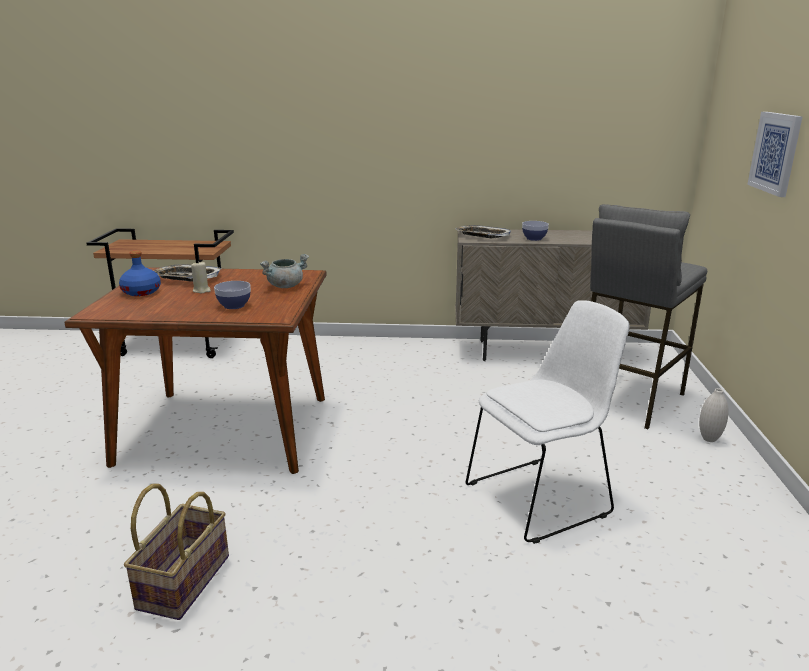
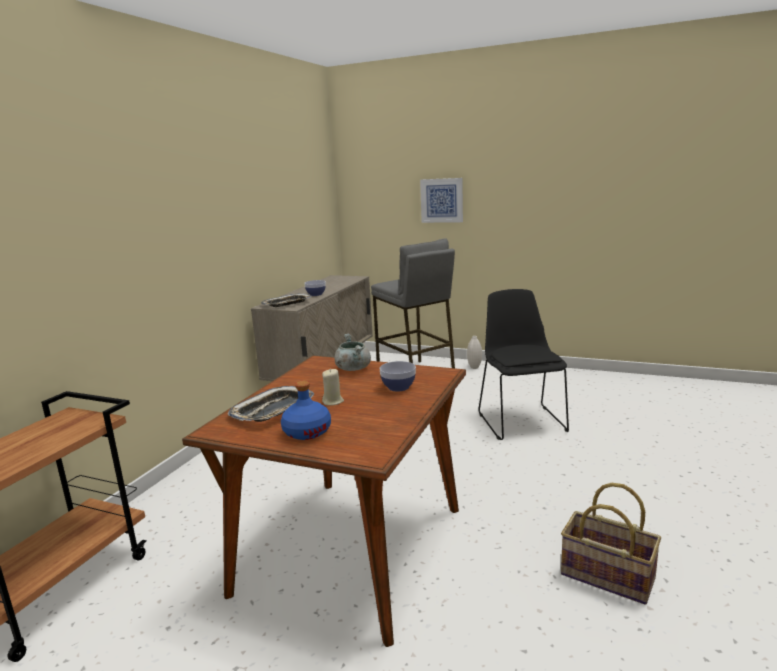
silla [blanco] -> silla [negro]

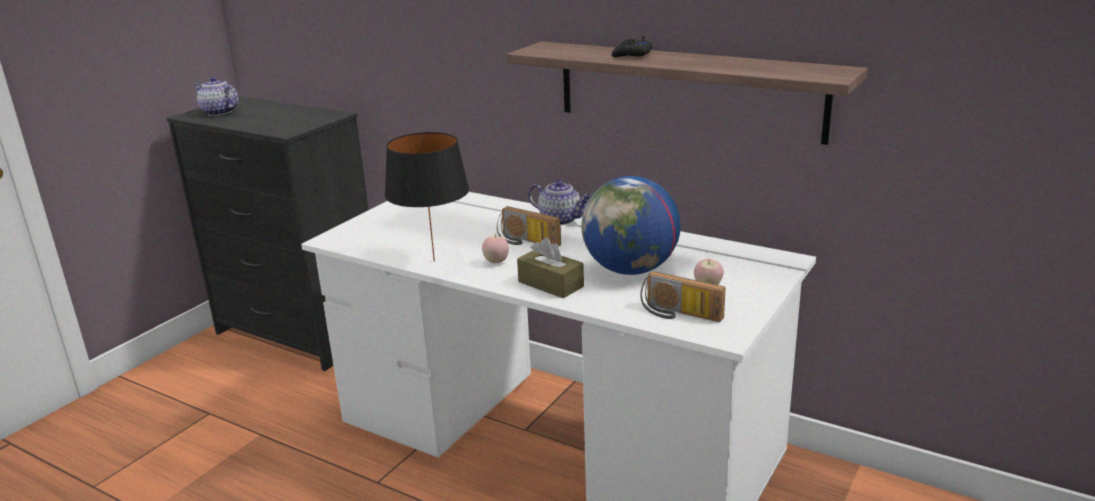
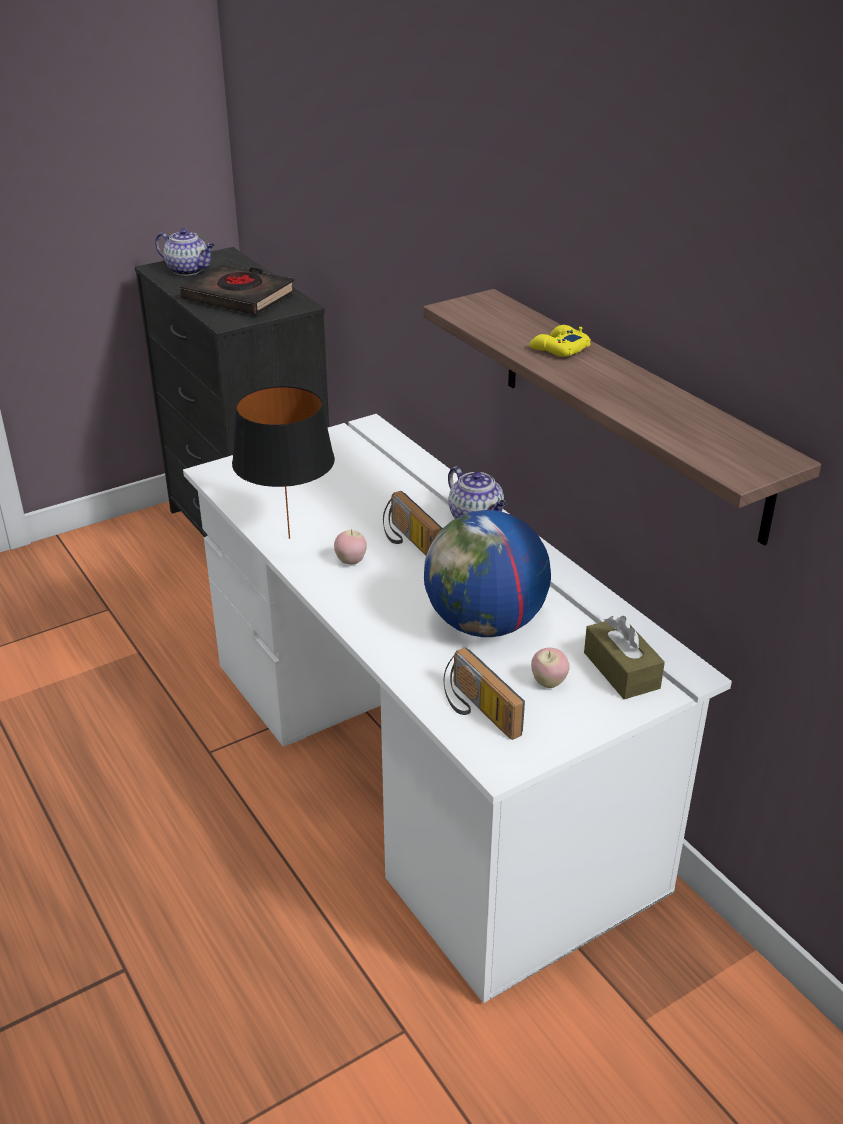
tetera (1st from left), 150 degrees clockwise
none -> libro [negro]
mando de consola [negro] -> mando de consola [amarillo]
caja de pañuelos [marrón], moved

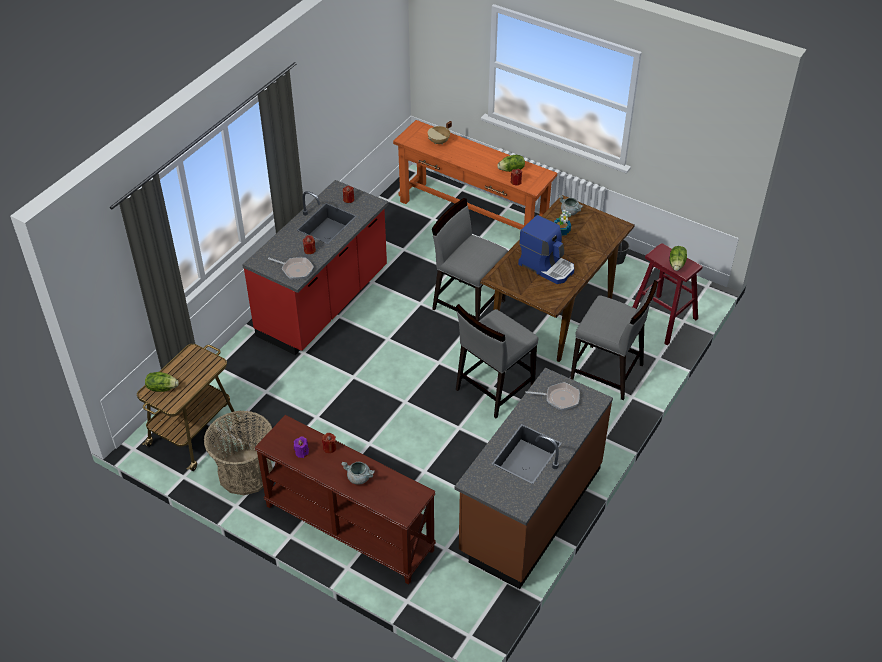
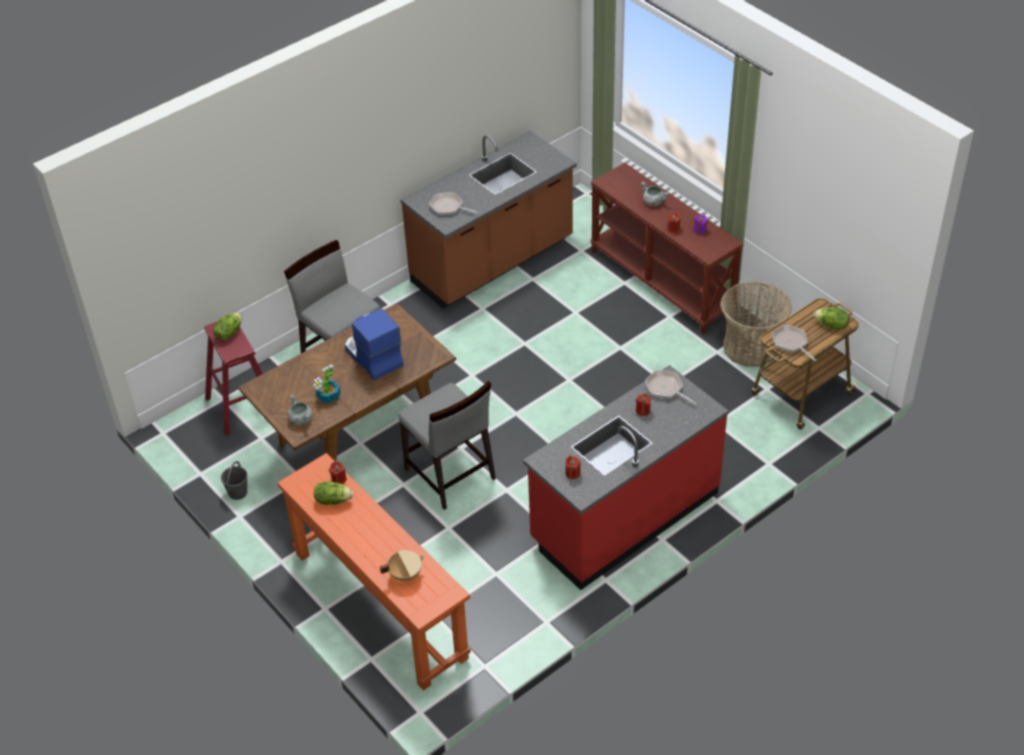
none -> sartén (3rd from left)
silla [gris] (2nd from left) -> none

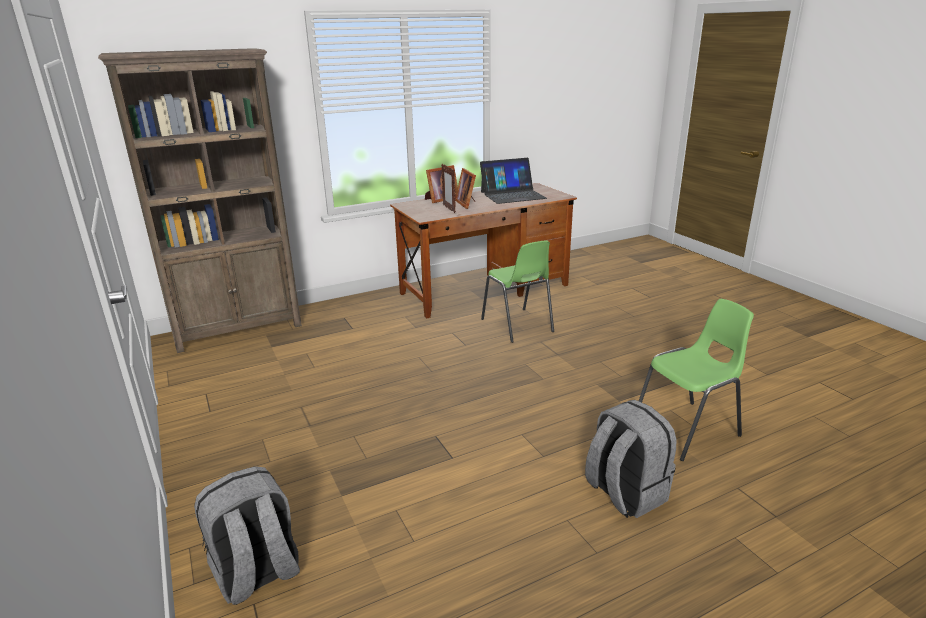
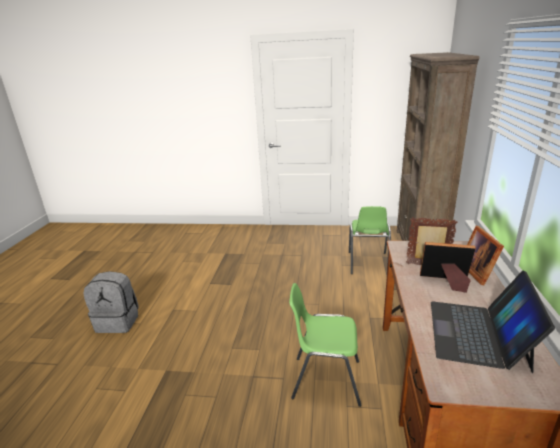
silla [verde] (2nd from left), moved
mochila [gris] (1st from left) -> none

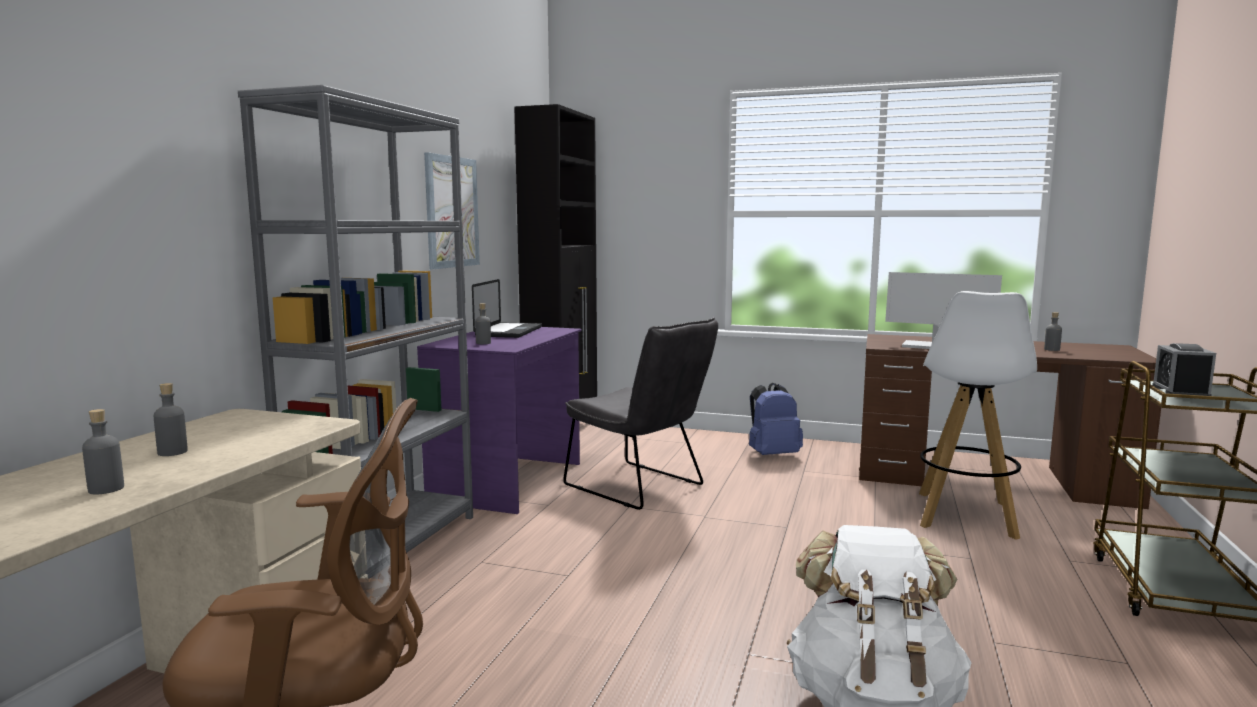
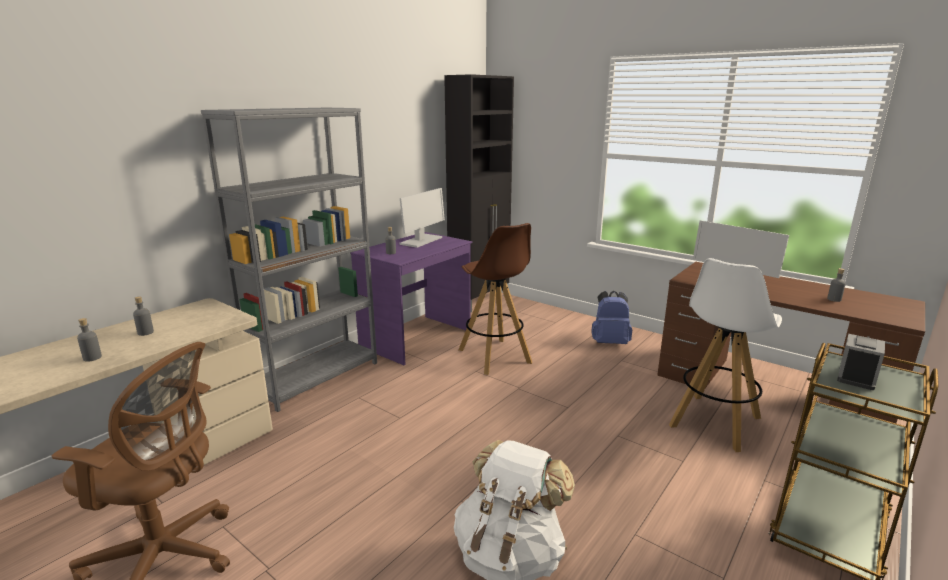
portátil -> monitor (1st from left)
silla [gris] -> taburete [marrón]
cuadro -> none

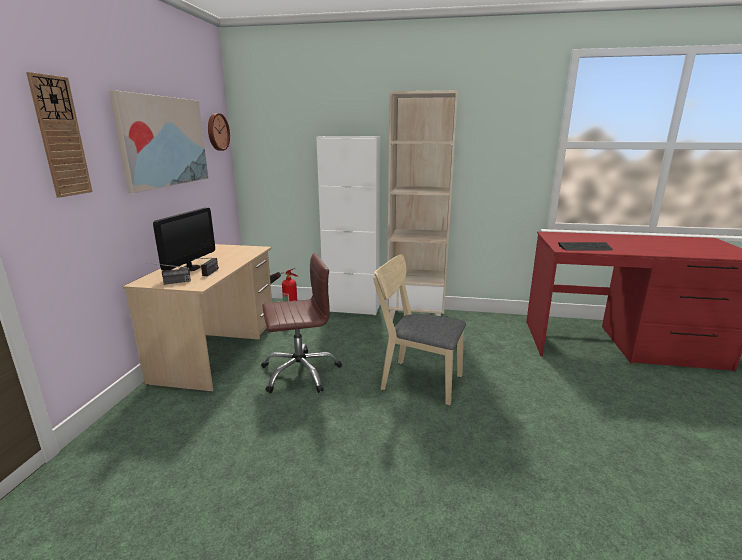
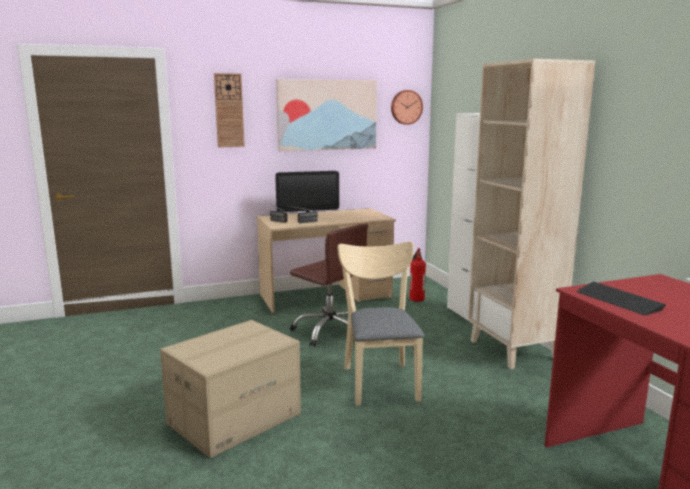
none -> caja de cartón

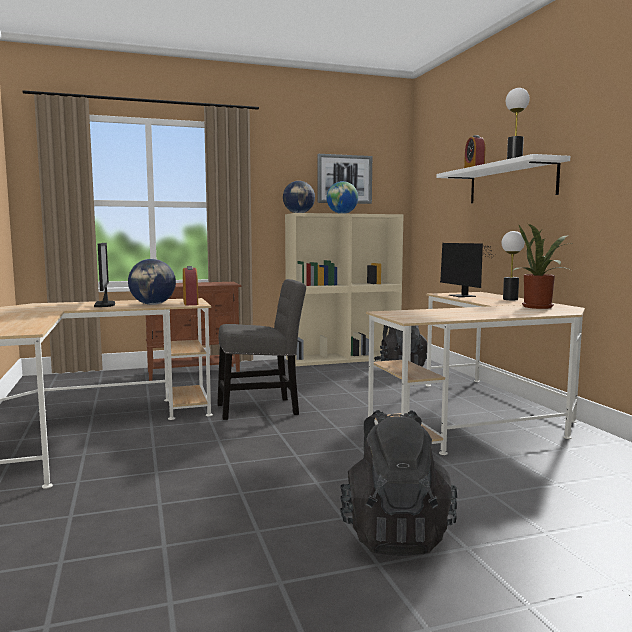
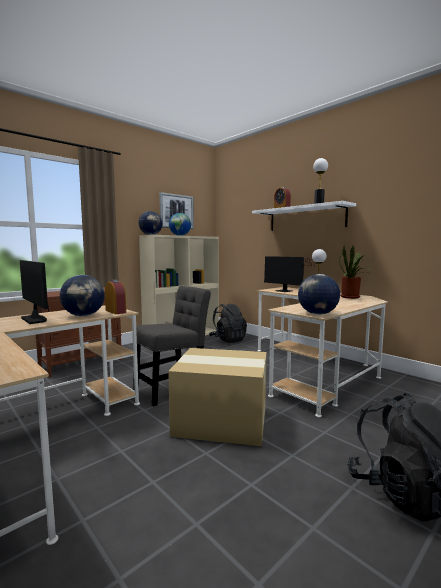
none -> caja de cartón
none -> globo terráqueo (4th from left)

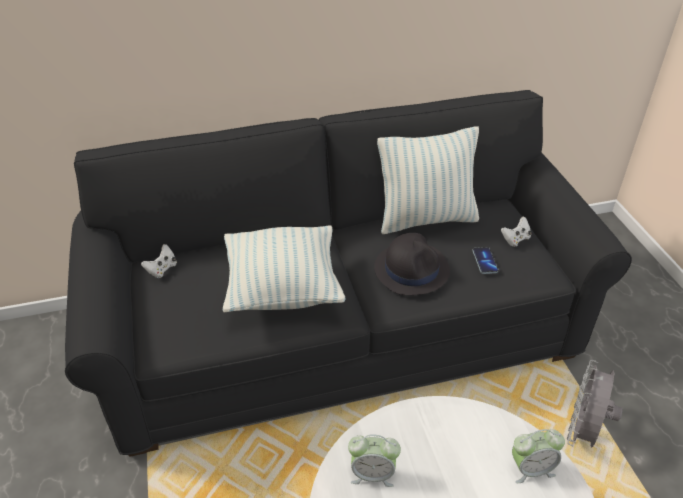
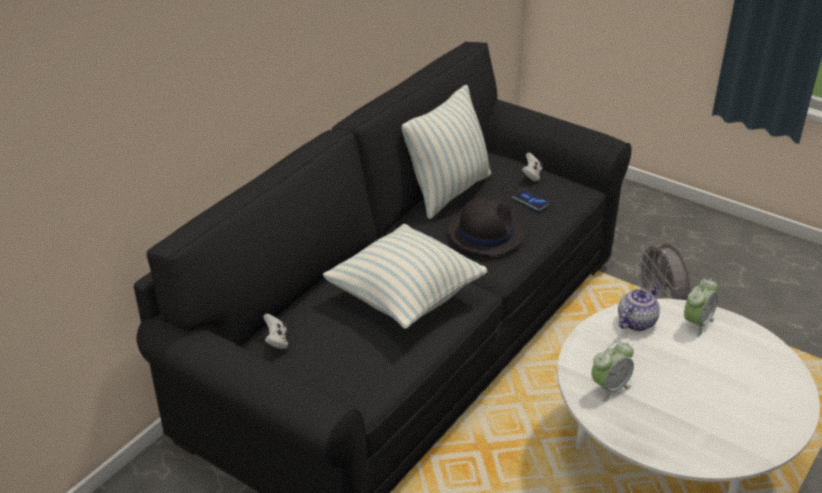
none -> tetera

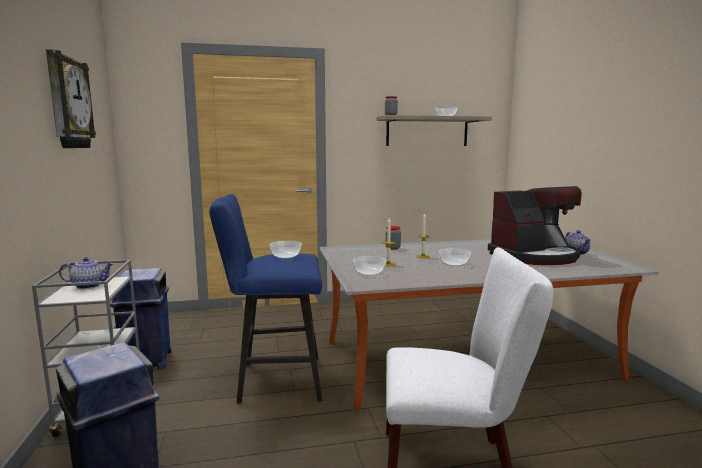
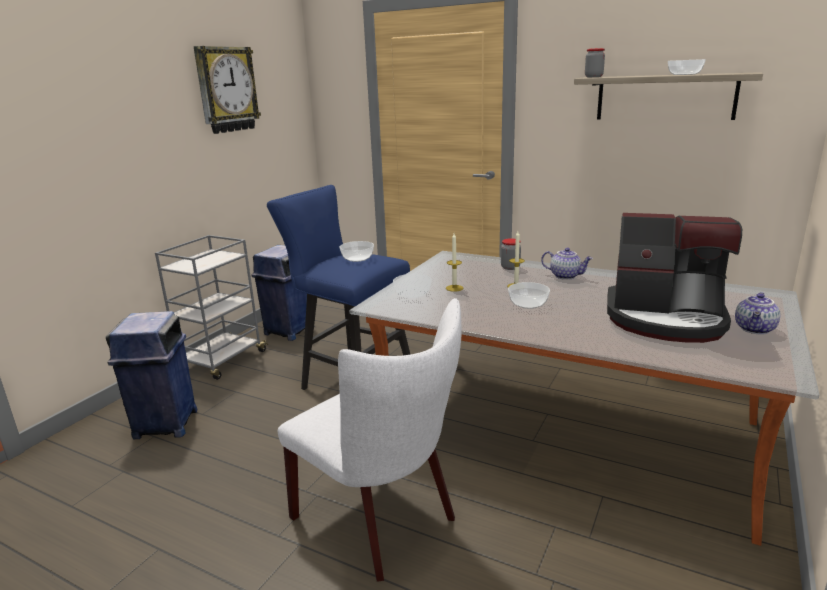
tetera (1st from left), moved

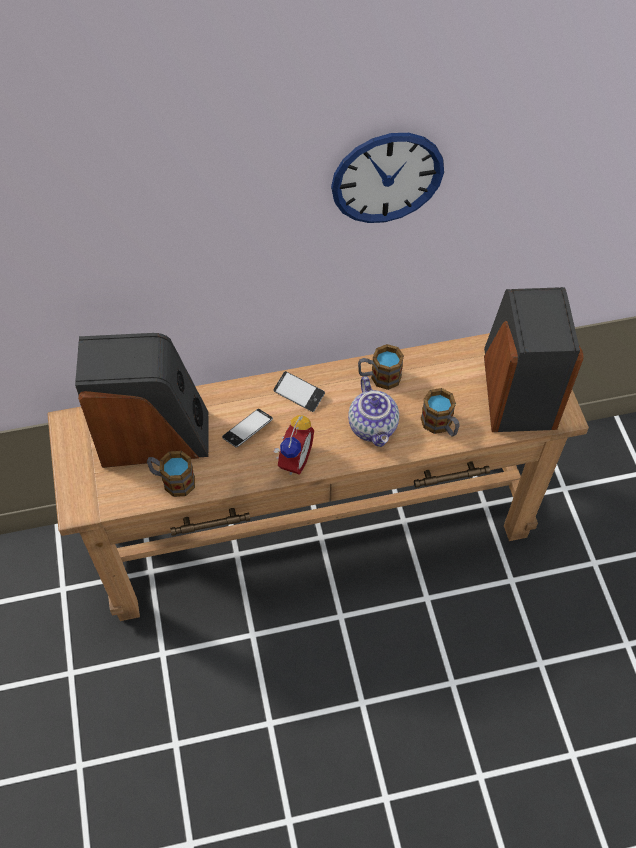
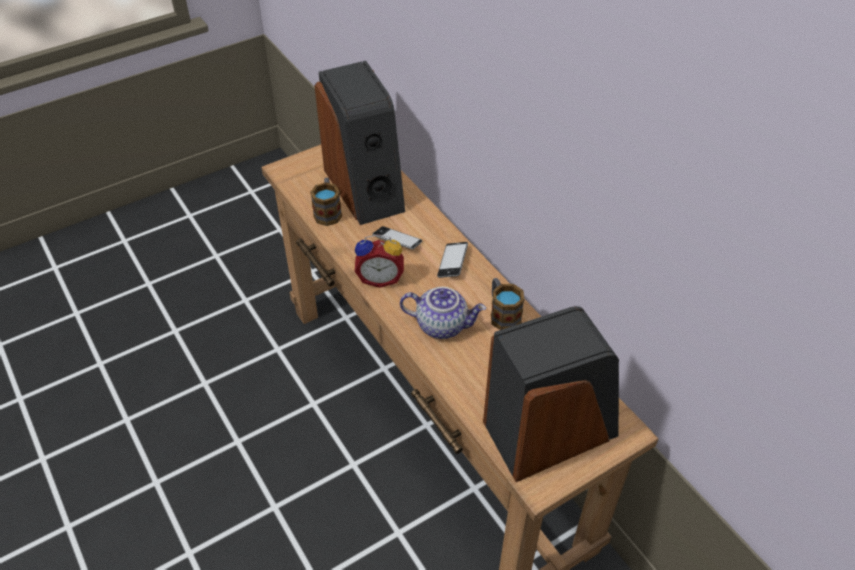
tetera, 135 degrees counterclockwise
reloj de pared -> none
taza grande (3rd from left) -> none

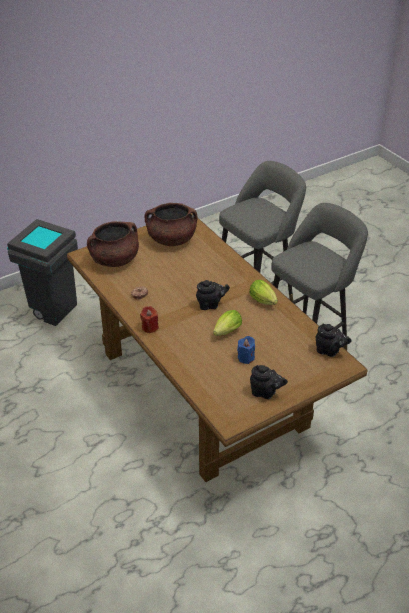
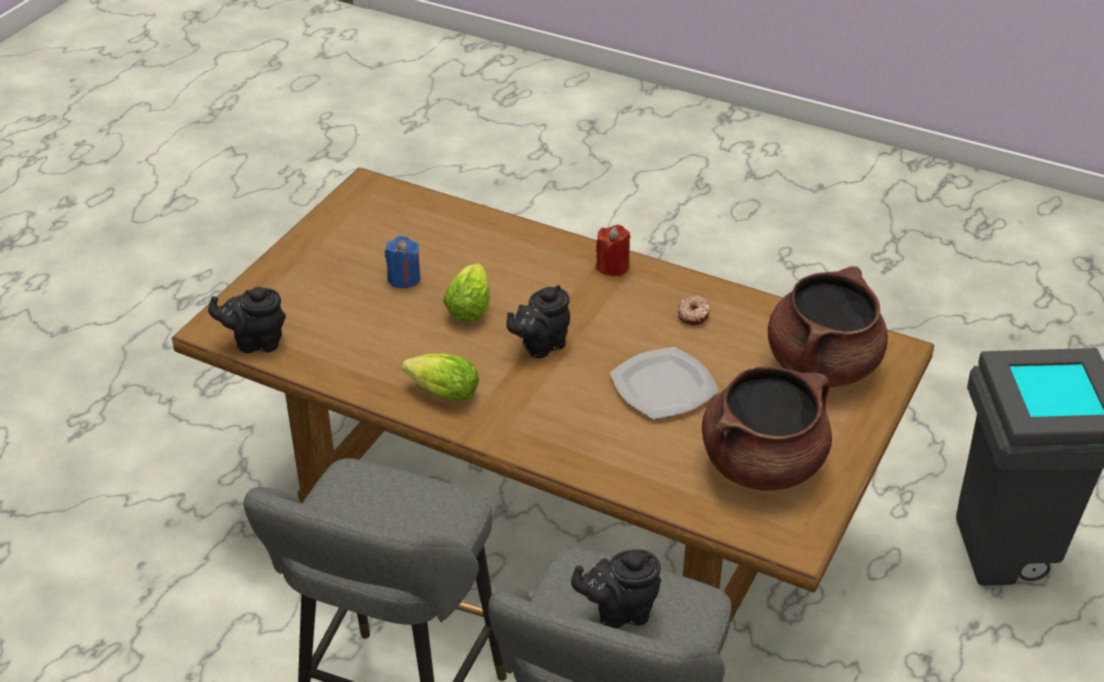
tetera [negro] (2nd from left in the first image) -> tetera [negro] (3rd from left), moved
none -> plato

